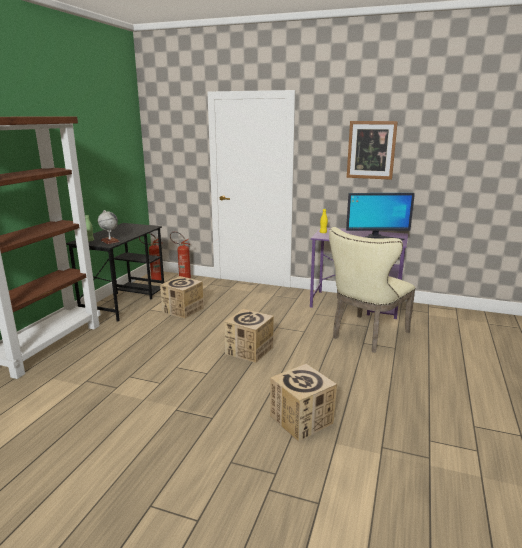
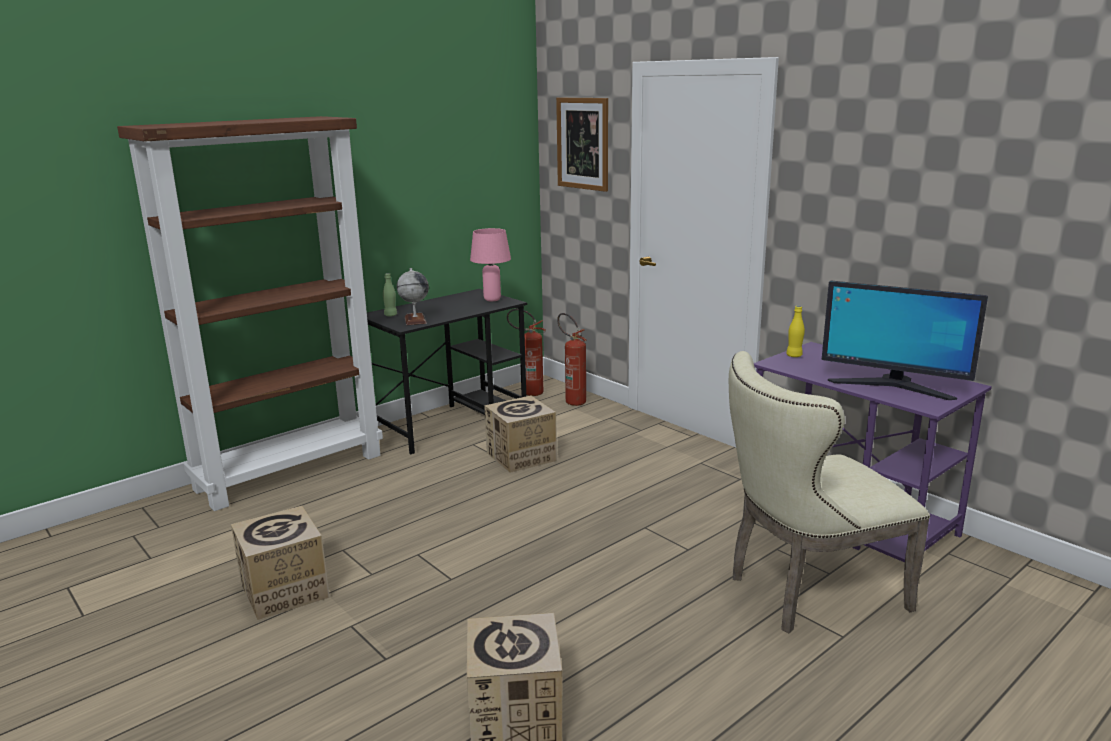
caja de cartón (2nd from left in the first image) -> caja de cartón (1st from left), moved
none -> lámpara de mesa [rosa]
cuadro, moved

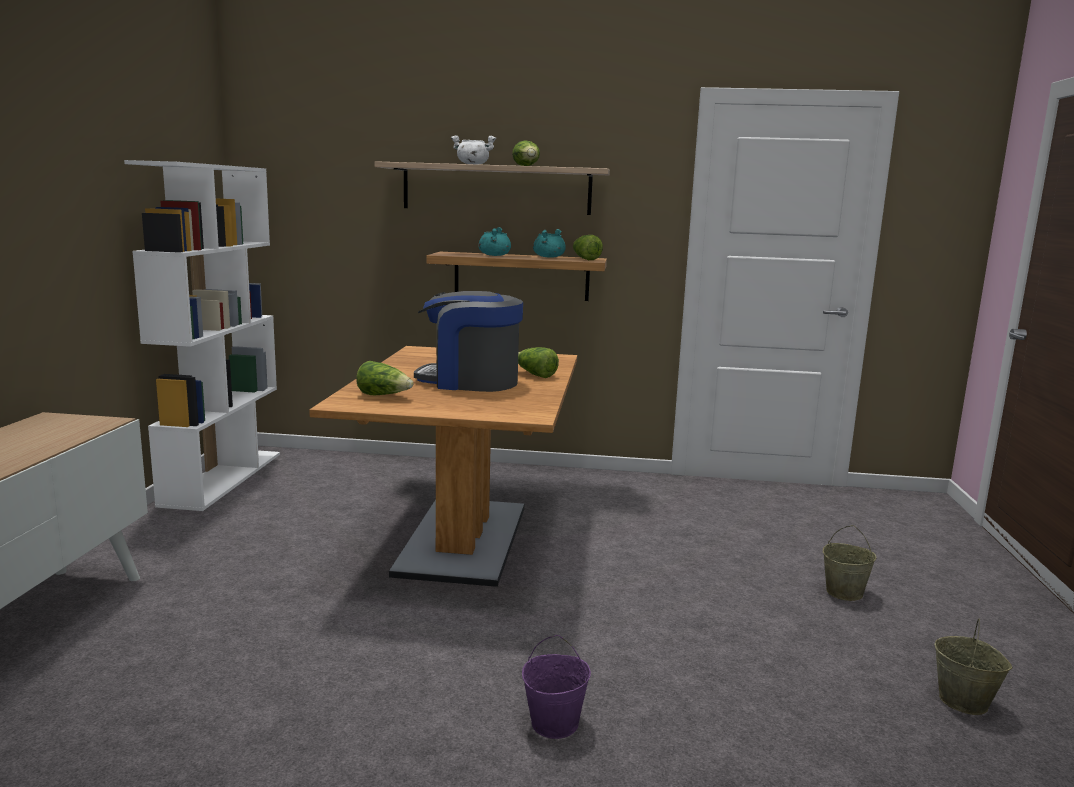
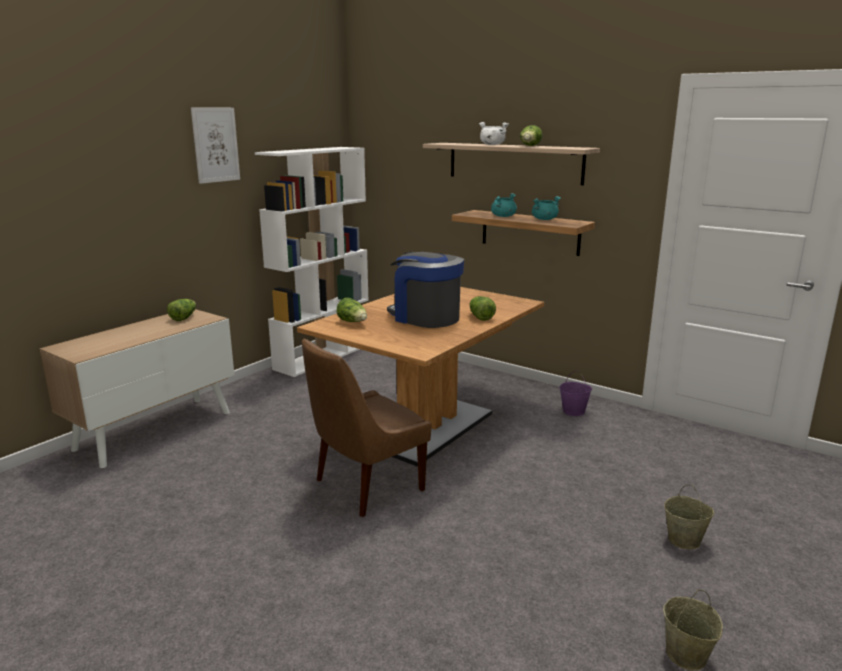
lechuga (4th from left in the first image) -> lechuga (1st from left), moved
none -> cuadro
none -> silla [marrón]
cubo [morado], moved

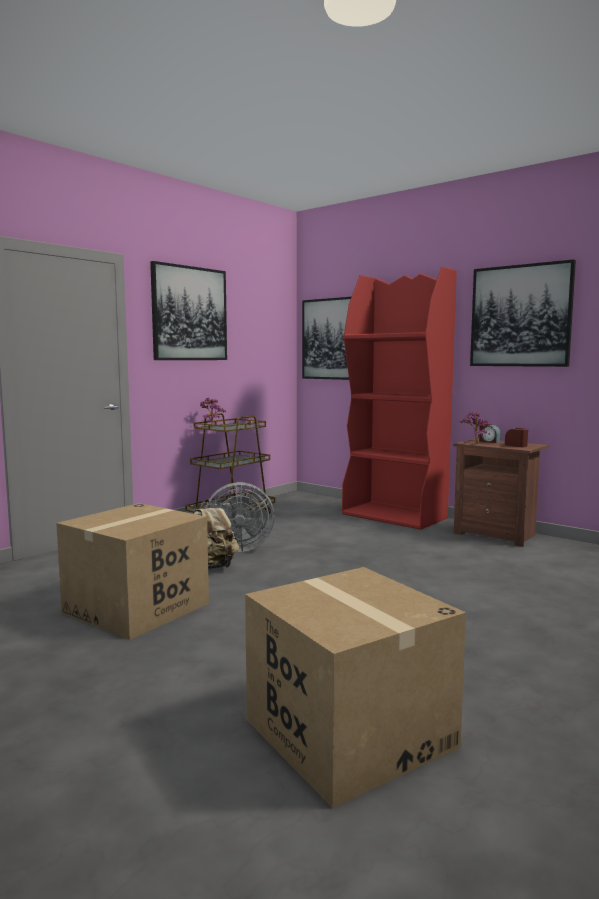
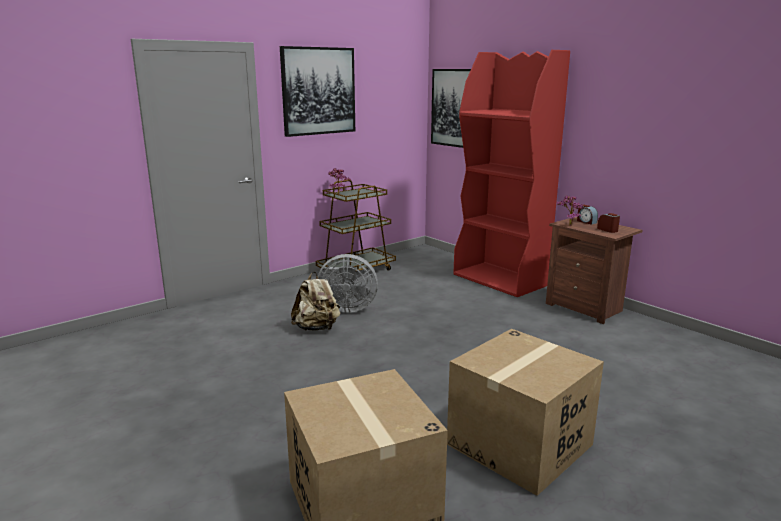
caja de cartón (1st from left in the first image) -> caja de cartón (2nd from left), moved
cuadro (3rd from left) -> none

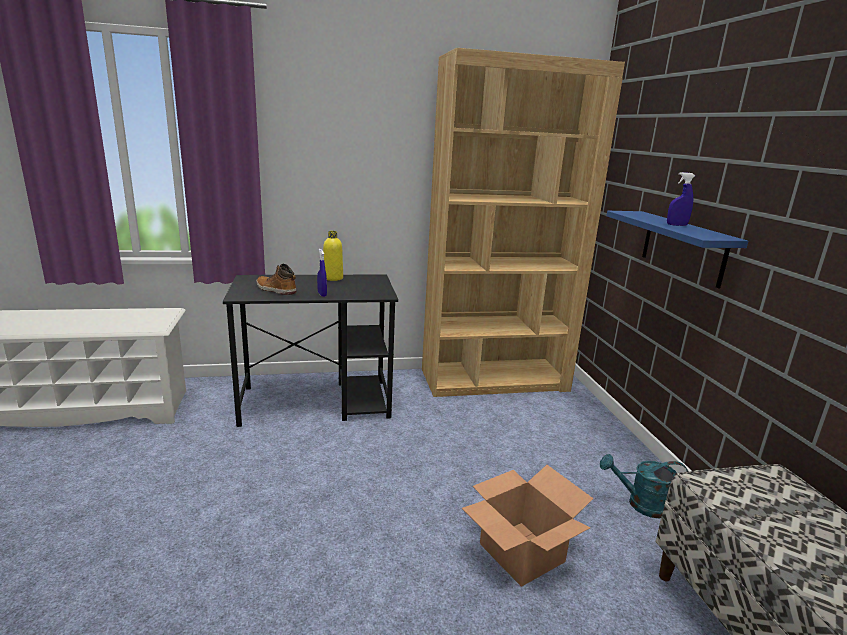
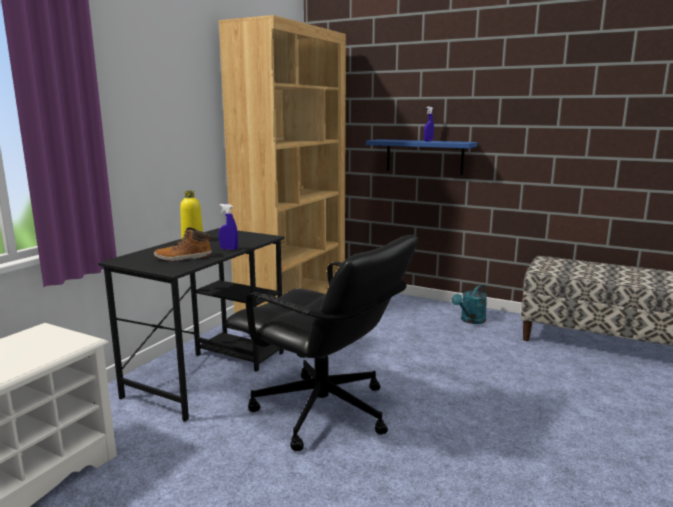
none -> silla de oficina [negro]
caja de cartón -> none

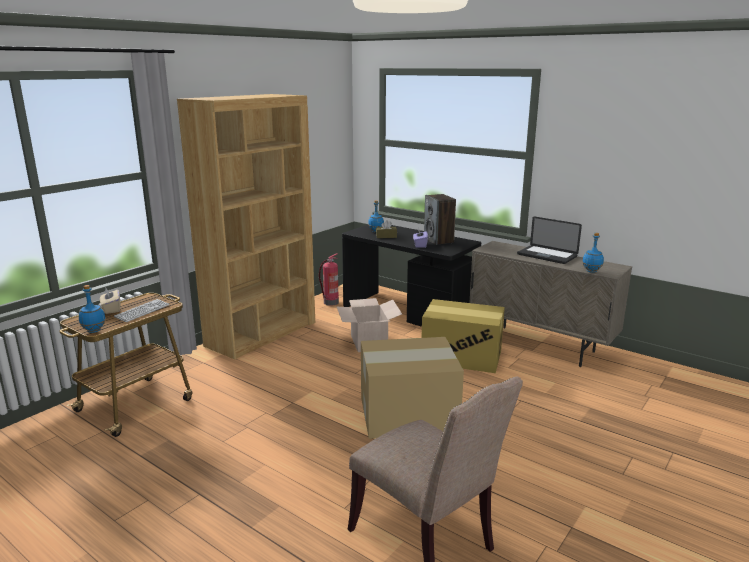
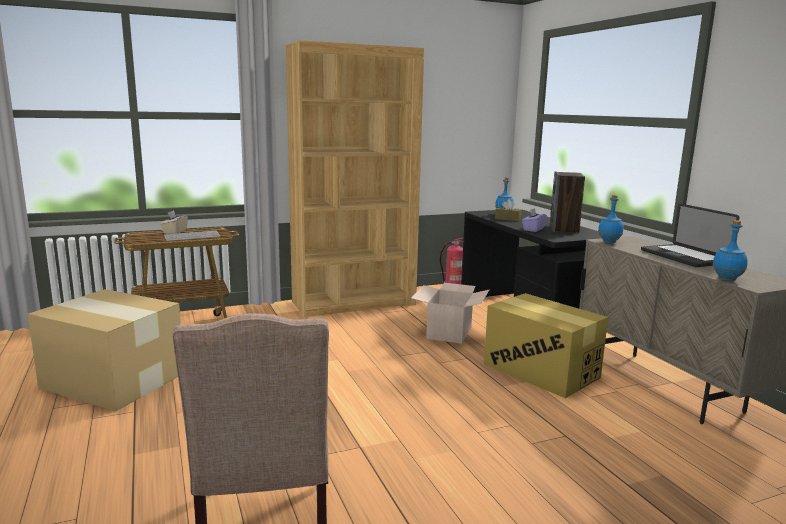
caja de cartón (2nd from left in the first image) -> caja de cartón (1st from left), moved
botella [azul] (1st from left in the first image) -> botella [azul] (2nd from left), moved

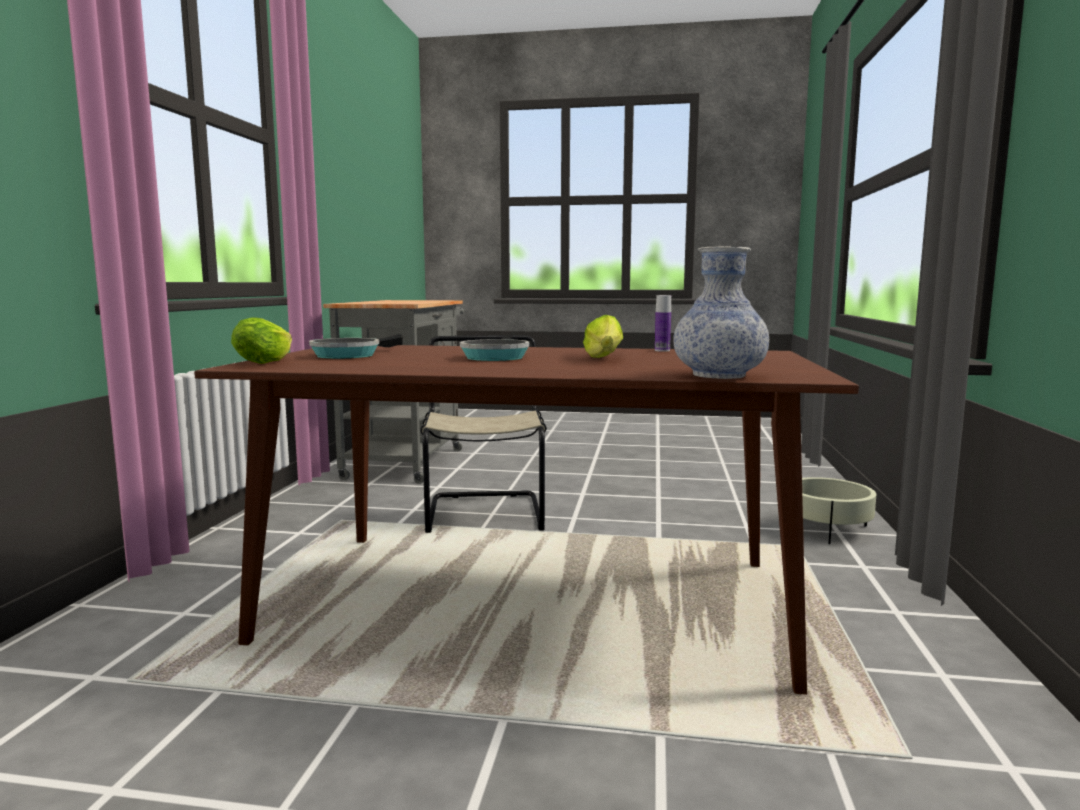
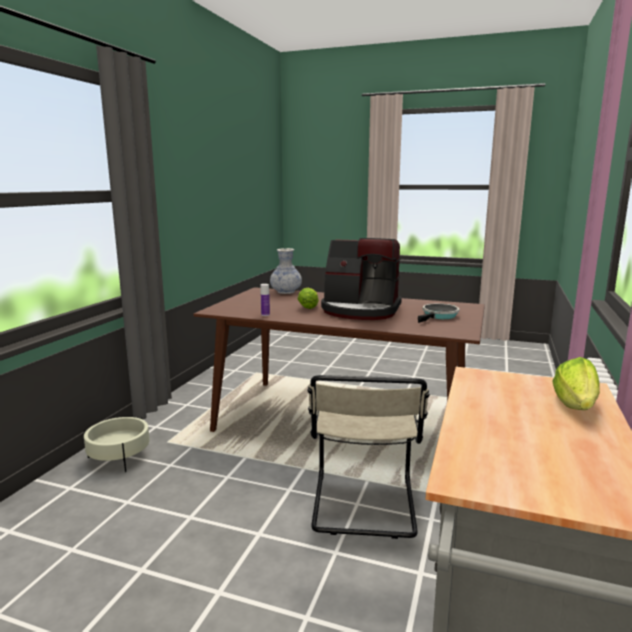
sartén (2nd from left) -> cafetera
lechuga (1st from left in the first image) -> lechuga (2nd from left), moved

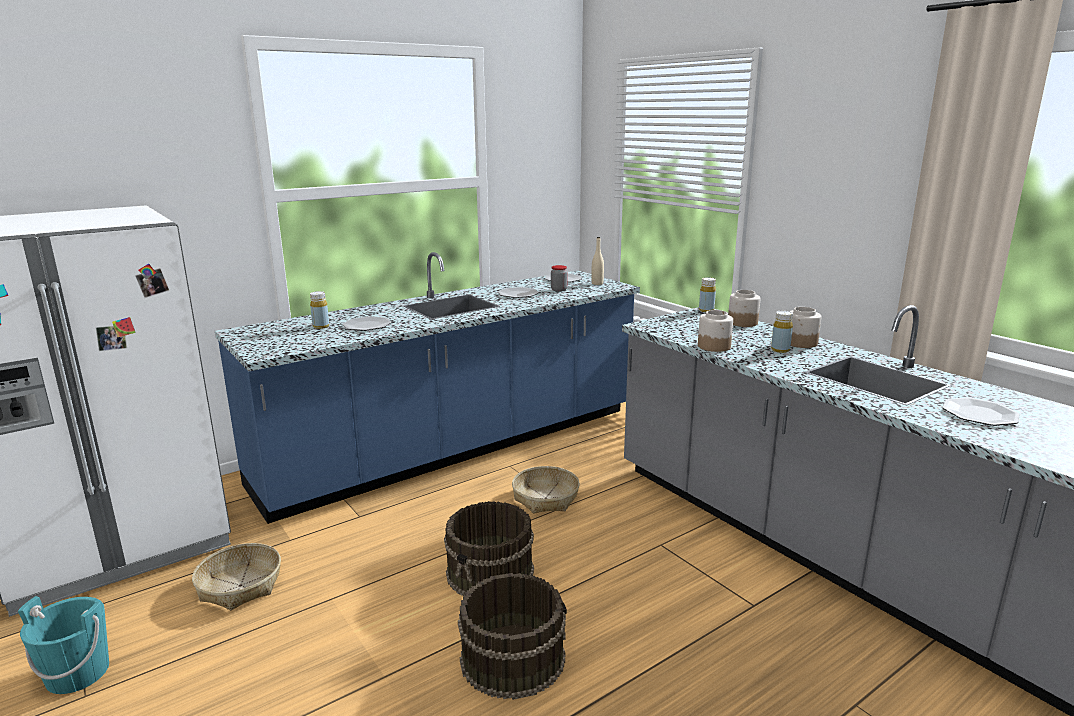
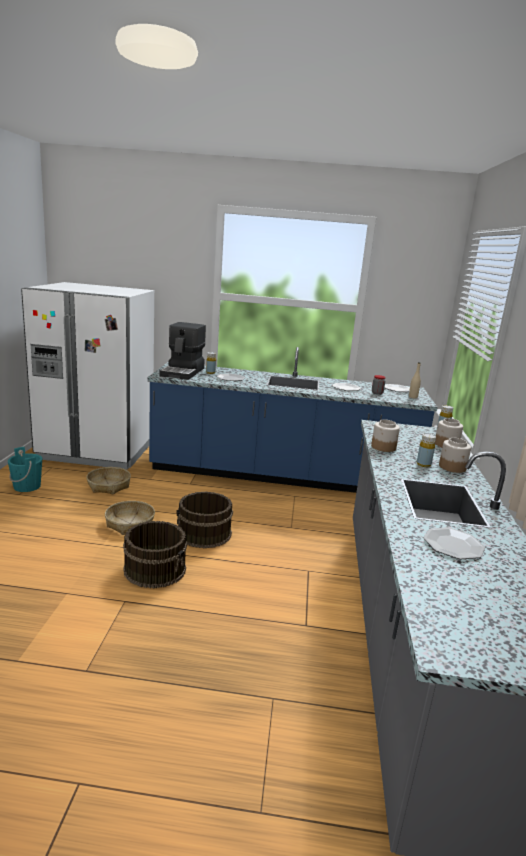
cesta (2nd from left), moved
none -> cafetera

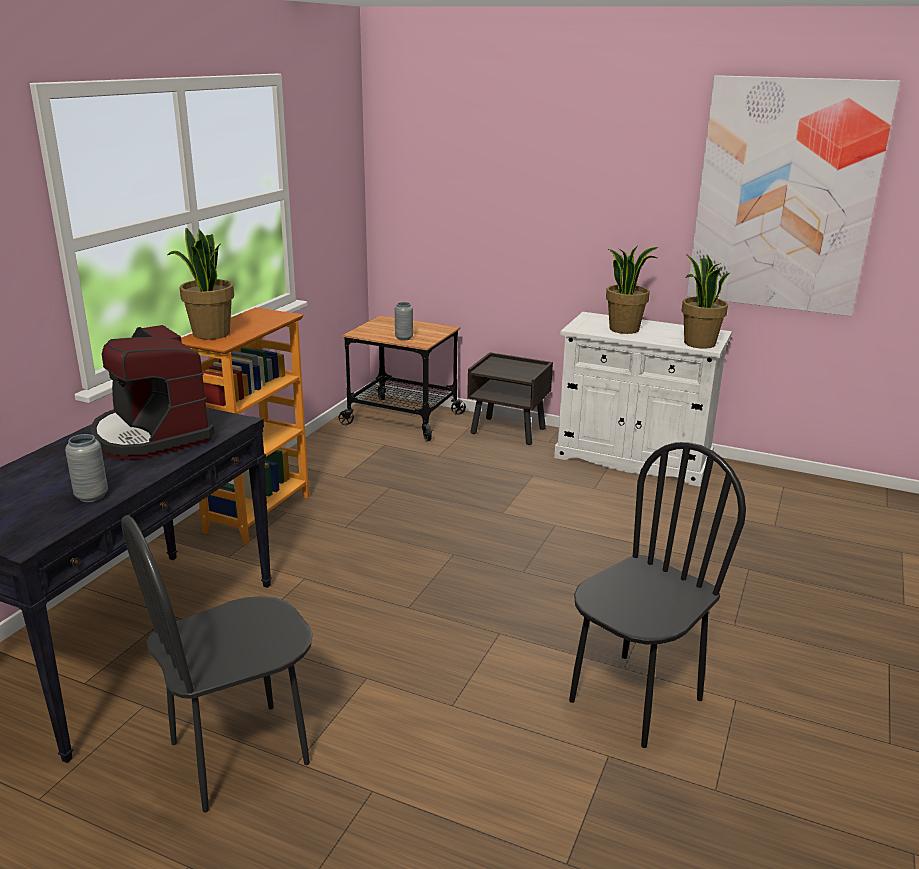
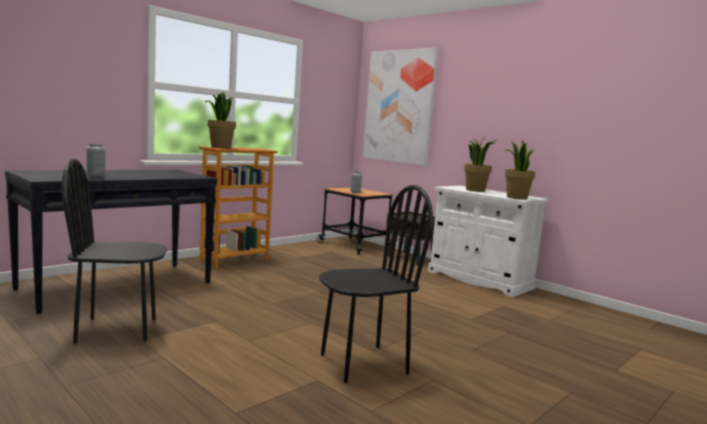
cuadro, moved
cafetera -> none

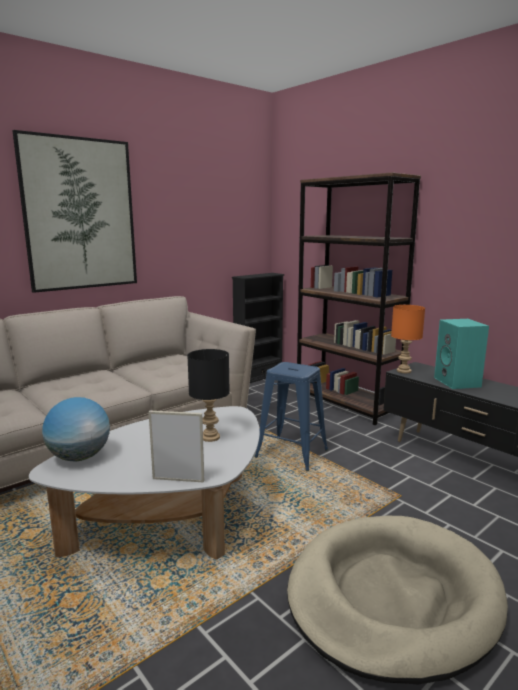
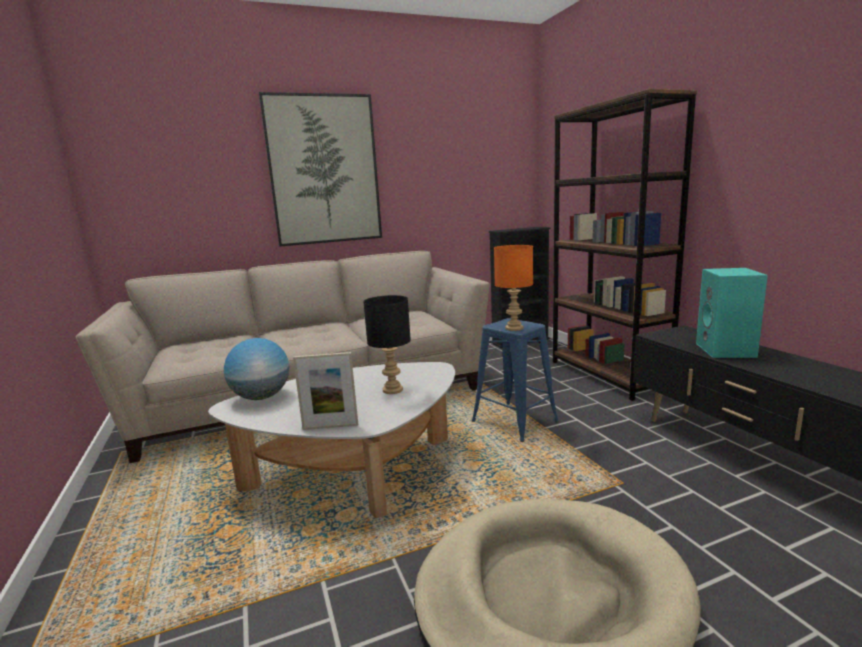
portarretratos, 150 degrees clockwise
lámpara de mesa [naranja], moved

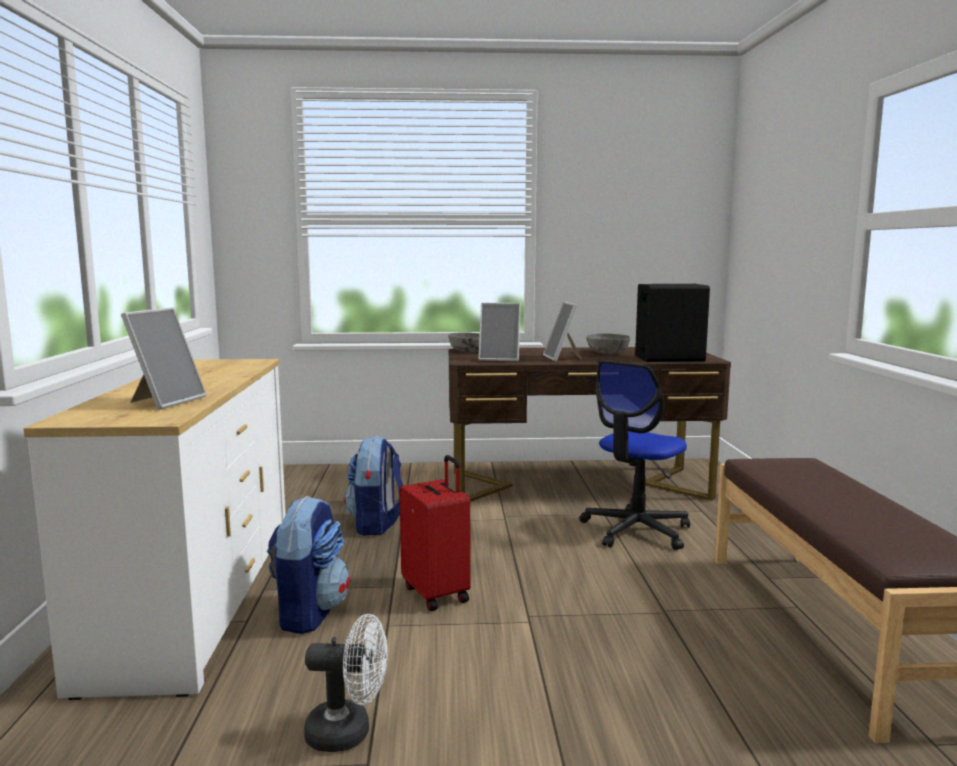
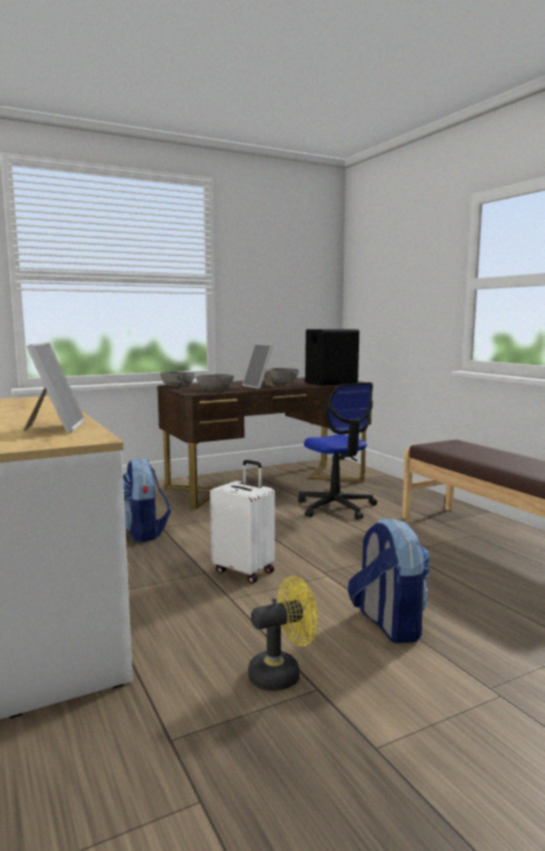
portarretratos (2nd from left) -> cuenco [gris] (2nd from left)
maleta [rojo] -> maleta [blanco]
ventilador [blanco] -> ventilador [amarillo]
silla de oficina, 45 degrees counterclockwise
mochila (1st from left in the first image) -> mochila (2nd from left), moved

